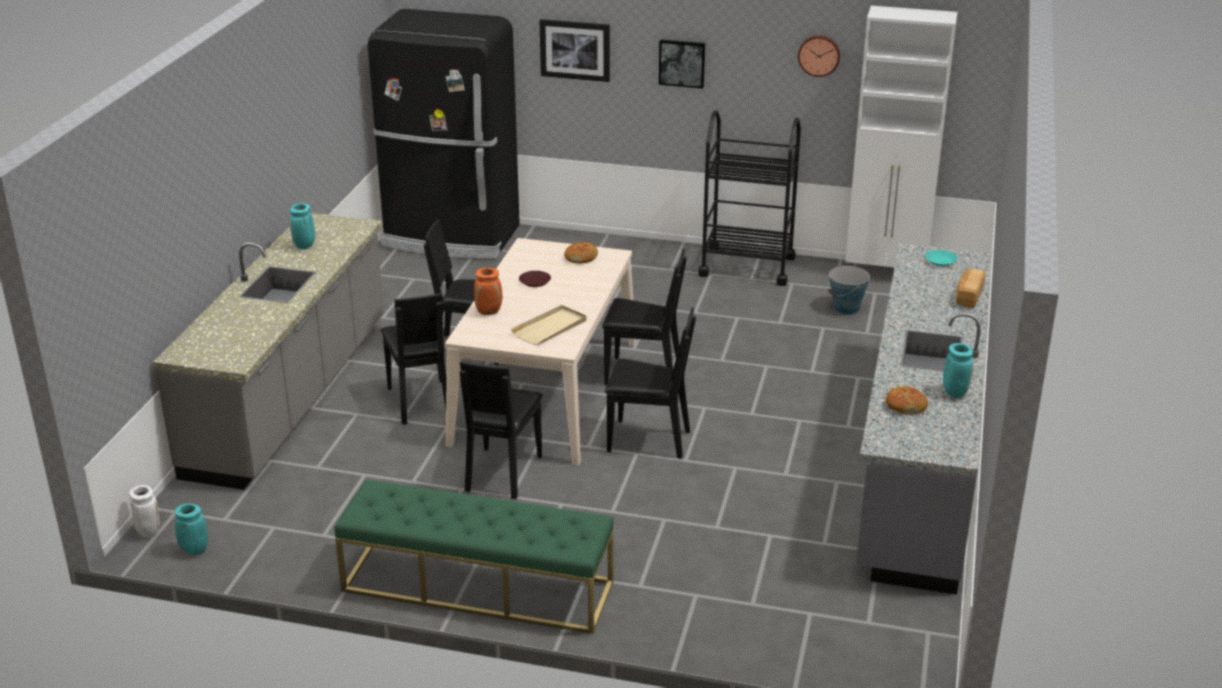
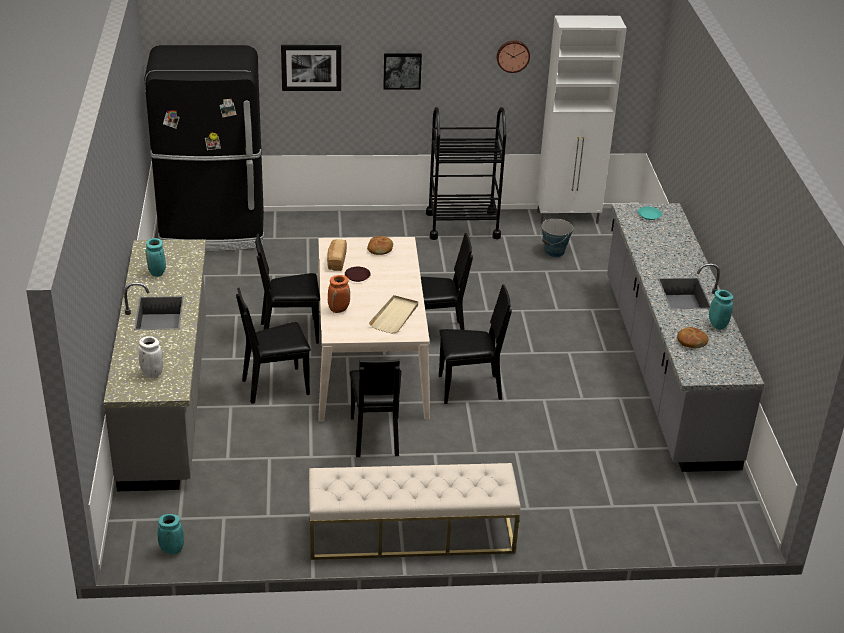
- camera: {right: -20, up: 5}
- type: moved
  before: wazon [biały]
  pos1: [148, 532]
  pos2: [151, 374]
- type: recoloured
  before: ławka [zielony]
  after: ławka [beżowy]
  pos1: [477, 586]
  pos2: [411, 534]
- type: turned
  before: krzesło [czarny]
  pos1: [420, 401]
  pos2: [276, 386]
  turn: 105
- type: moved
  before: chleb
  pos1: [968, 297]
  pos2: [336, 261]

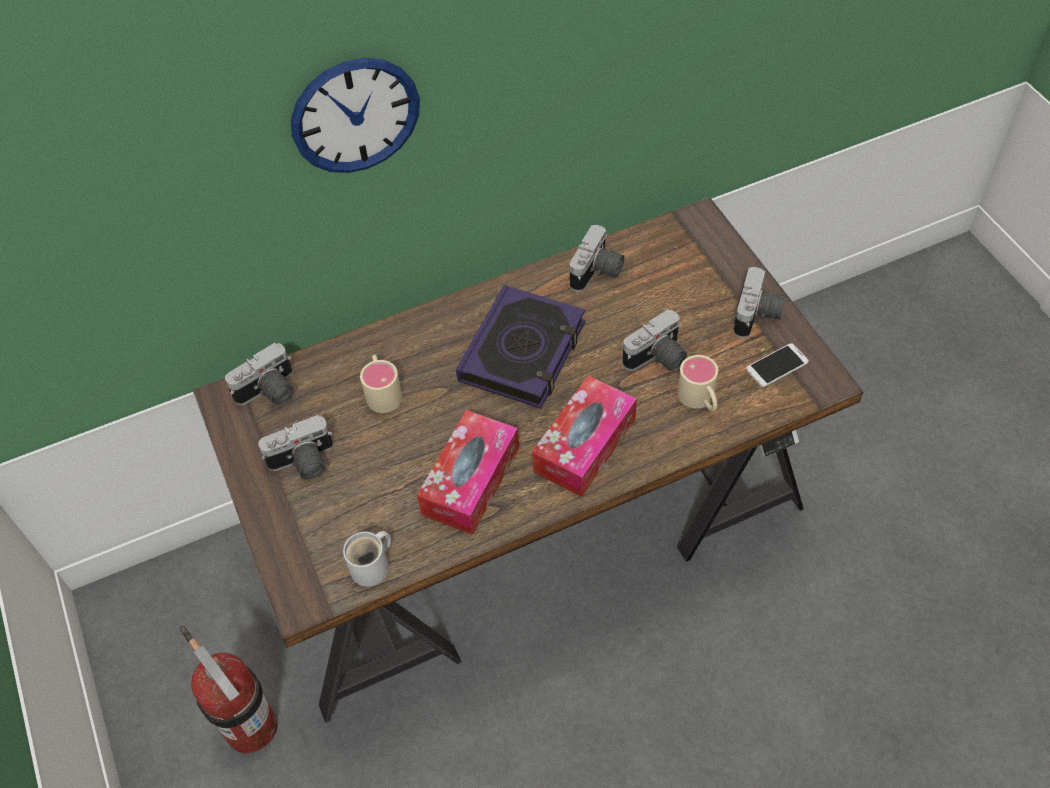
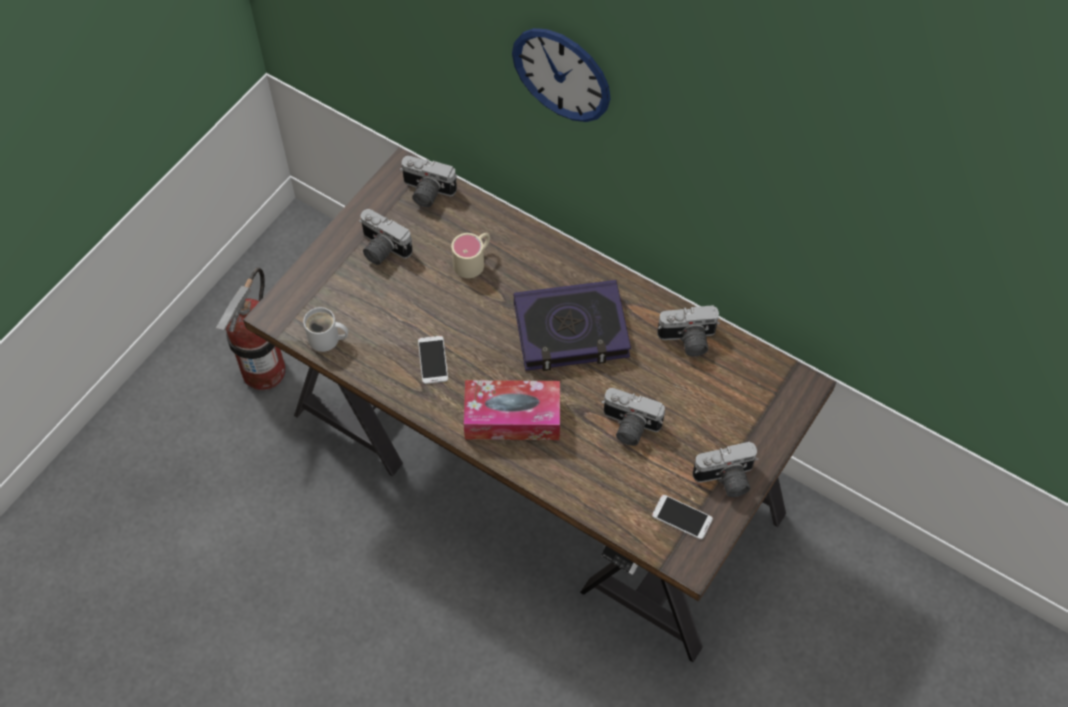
- camera: {right: 55, up: 5}
- type: replaced
  before: pudełko chusteczek
  after: telefon
  pos1: [470, 481]
  pos2: [433, 360]
- type: removed
  before: kubek [beżowy]
  pos1: [700, 400]

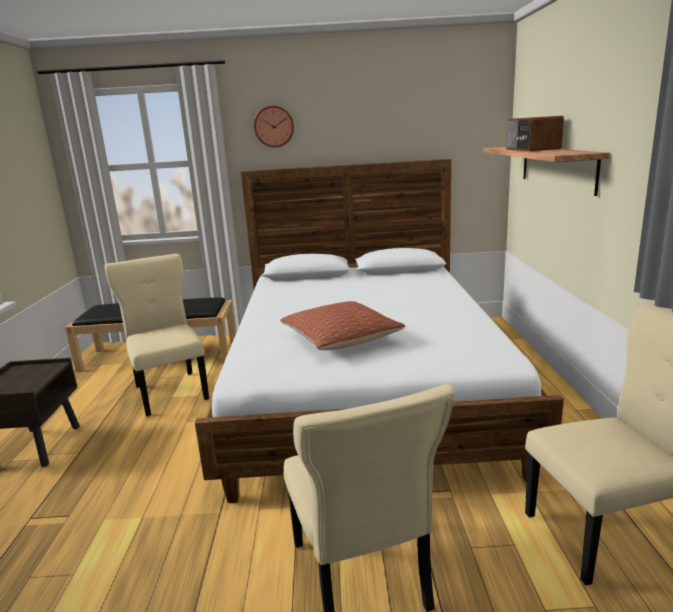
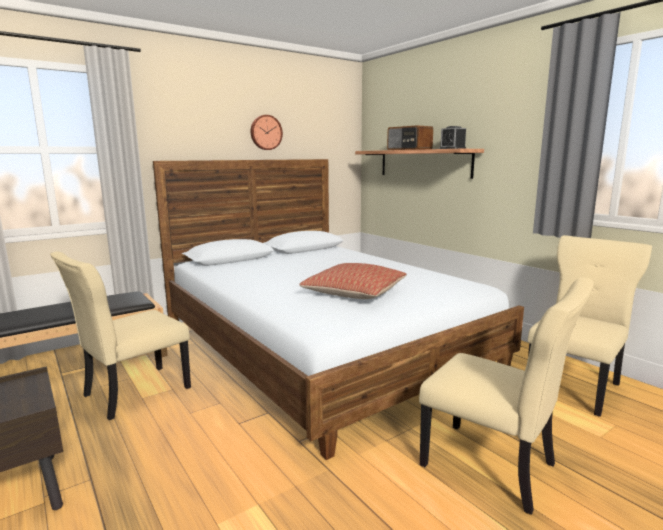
- camera: {right: -35, up: -5}
- type: turned
  before: krzesło [beżowy]
  pos1: [170, 391]
  pos2: [133, 393]
  turn: -75
- type: moved
  before: zegar ścienny
  pos1: [274, 126]
  pos2: [265, 132]
- type: added
  after: budzik
  pos2: [452, 148]

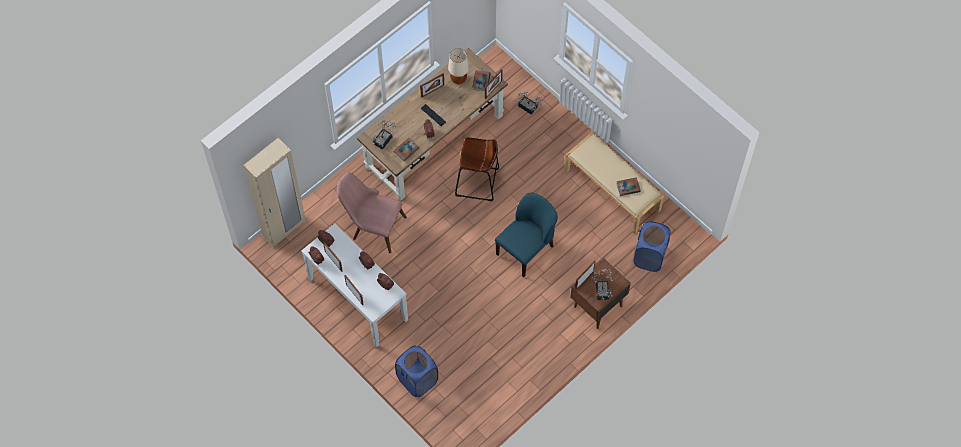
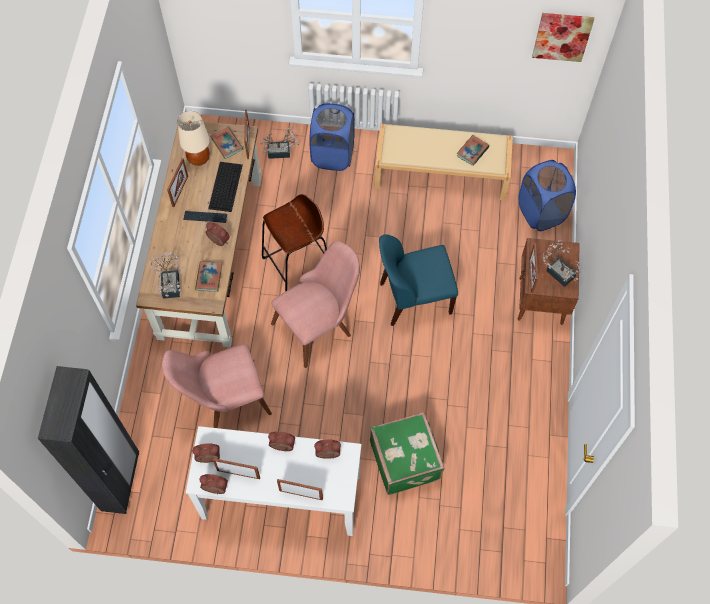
- camera: {right: -40, up: 0}
- type: recoloured
  before: szafa [beżowy]
  after: szafa [czarny]
  pos1: [284, 229]
  pos2: [121, 482]
- type: moved
  before: kosz na pranie [niebieski]
  pos1: [417, 380]
  pos2: [333, 155]
- type: turned
  before: krzesło [niebieski]
  pos1: [525, 249]
  pos2: [413, 298]
  turn: -105
- type: added
  after: klawiatura
  pos2: [225, 186]
- type: added
  after: krzesło [różowy]
  pos2: [319, 324]
- type: added
  after: walizka [zielony]
  pos2: [406, 459]
- type: added
  after: obraz
  pos2: [562, 36]

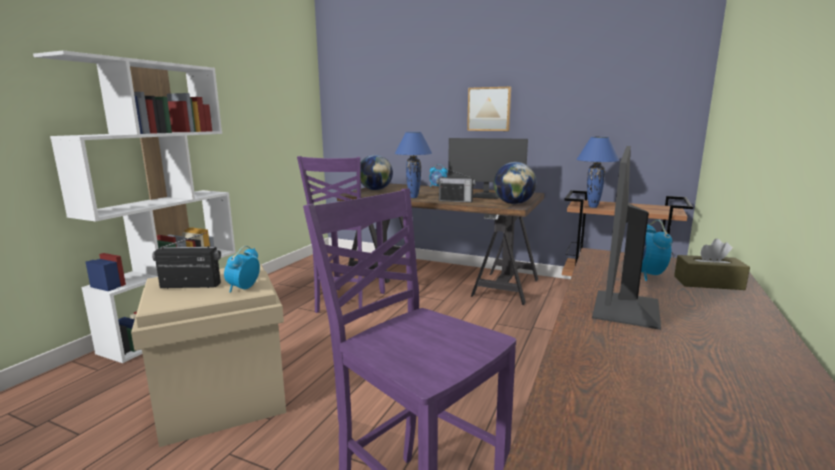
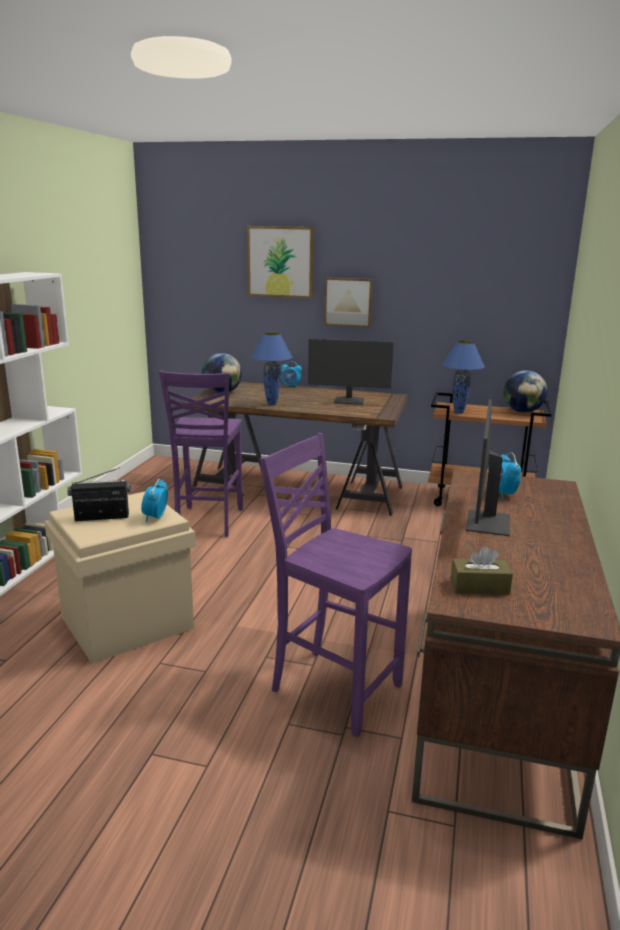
- camera: {right: -10, up: 5}
- type: removed
  before: radio
  pos1: [455, 201]
- type: moved
  before: globus
  pos1: [513, 203]
  pos2: [522, 411]
- type: moved
  before: pudełko chusteczek [brązowy]
  pos1: [708, 283]
  pos2: [479, 586]
- type: added
  after: obraz
  pos2: [280, 262]

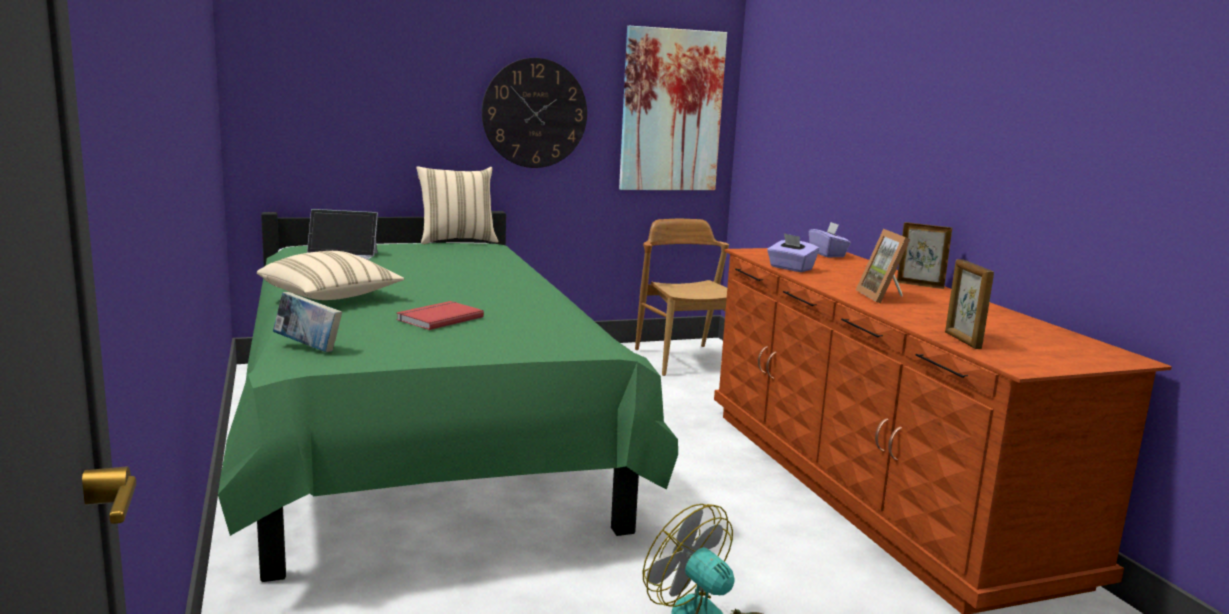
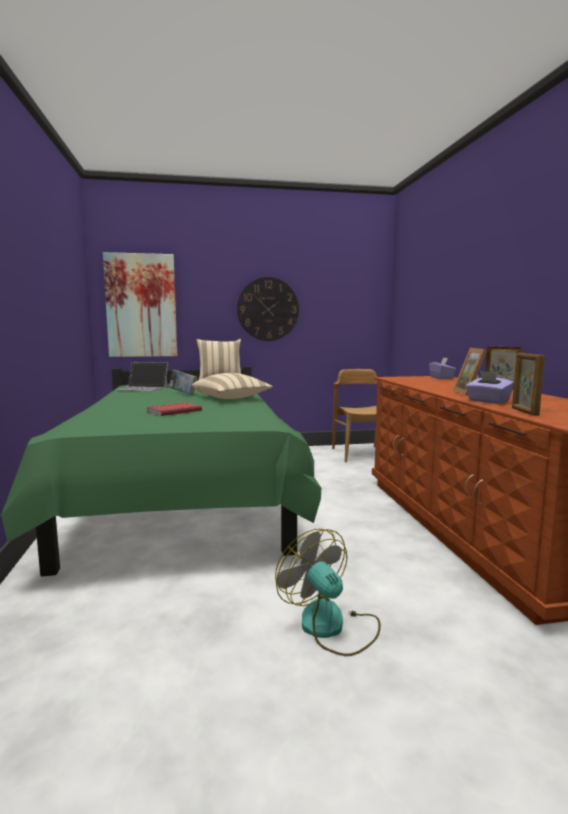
- camera: {right: 10, up: -5}
- type: moved
  before: poduszka [beżowy]
  pos1: [330, 297]
  pos2: [231, 398]
- type: moved
  before: książka
  pos1: [308, 347]
  pos2: [183, 394]
- type: moved
  before: obraz
  pos1: [671, 111]
  pos2: [141, 306]
- type: moved
  before: pudełko chusteczek [fioletowy]
  pos1: [790, 268]
  pos2: [488, 401]

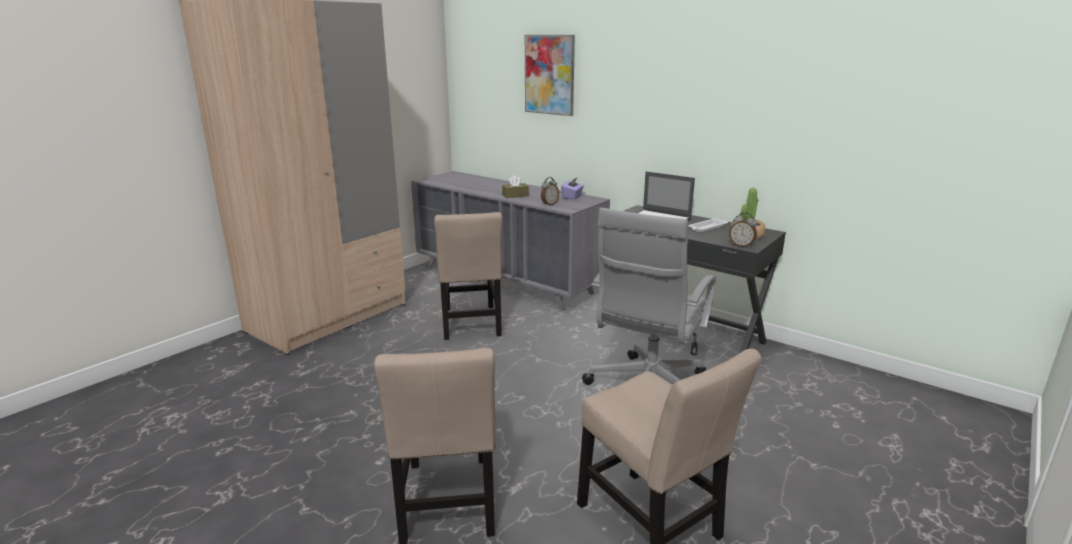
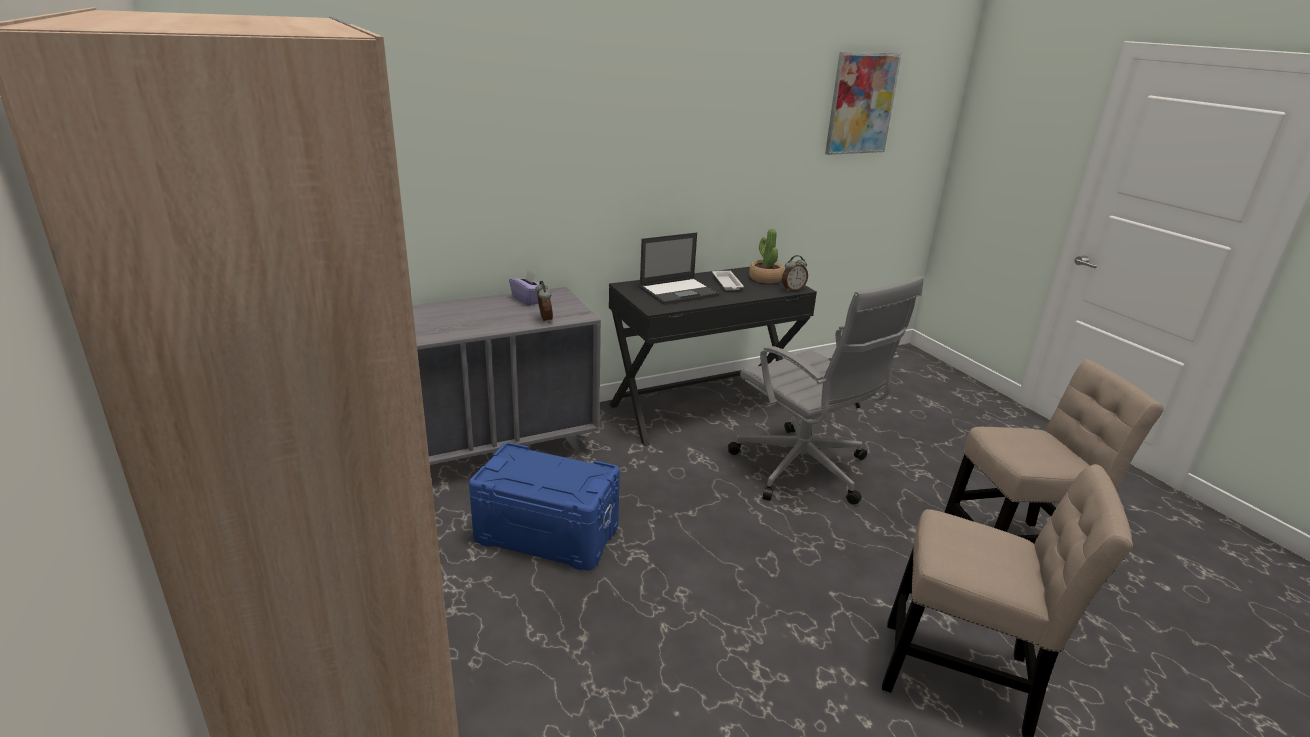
- camera: {right: -65, up: 5}
- type: replaced
  before: krzesło [beżowy]
  after: pojemnik do przechowywania [niebieski]
  pos1: [471, 324]
  pos2: [546, 534]
- type: removed
  before: pudełko chusteczek [brązowy]
  pos1: [515, 195]
- type: moved
  before: obraz
  pos1: [549, 75]
  pos2: [861, 104]

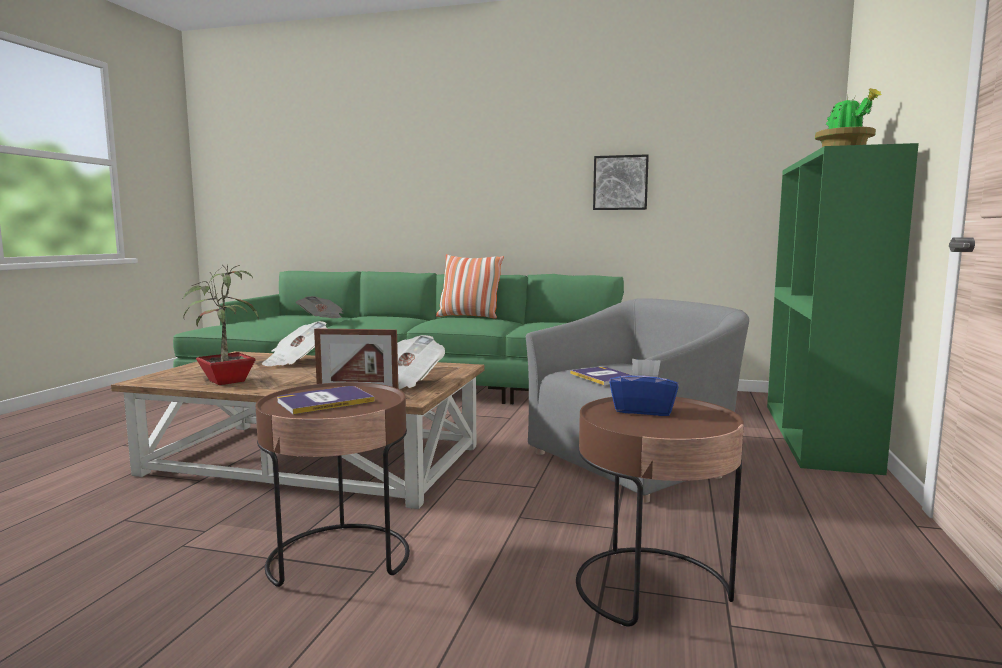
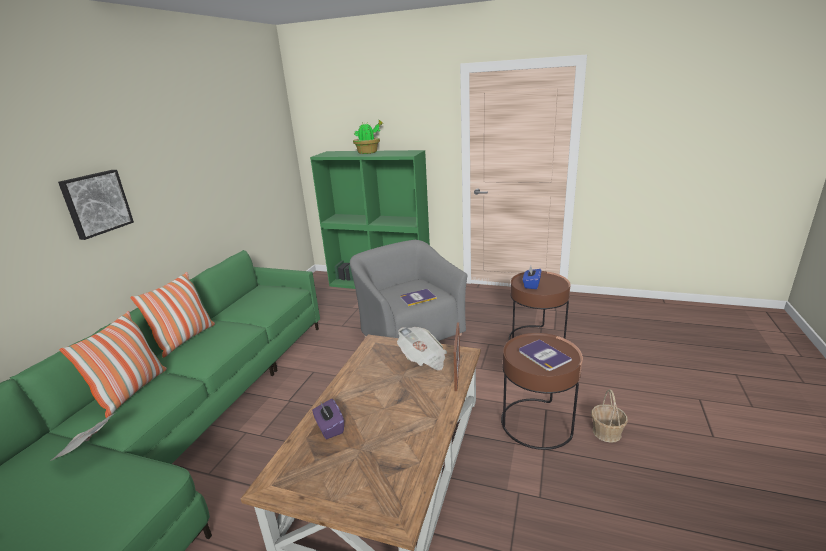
- camera: {right: -85, up: 15}
- type: removed
  before: roślina doniczkowa
  pos1: [224, 382]
- type: replaced
  before: gazeta
  after: pudełko chusteczek [fioletowy]
  pos1: [296, 361]
  pos2: [329, 428]
- type: moved
  before: obraz
  pos1: [620, 183]
  pos2: [96, 203]
- type: added
  after: poduszka
  pos2: [131, 391]
- type: added
  after: koszyk
  pos2: [606, 432]

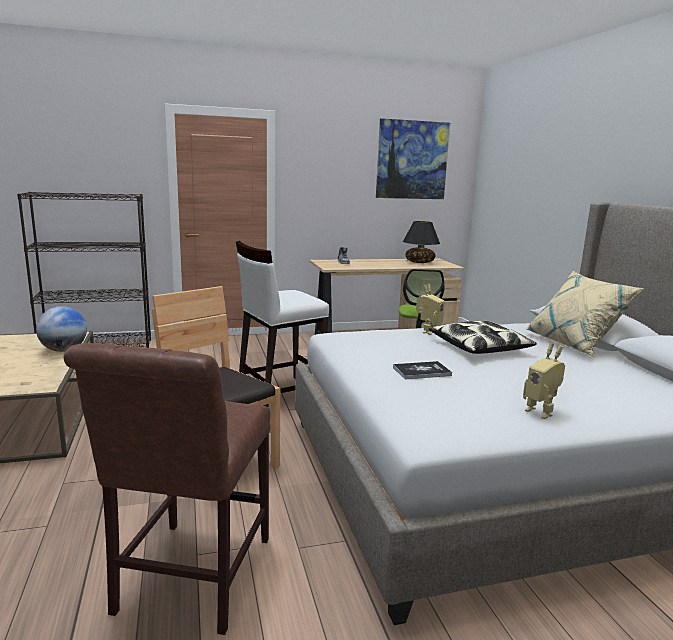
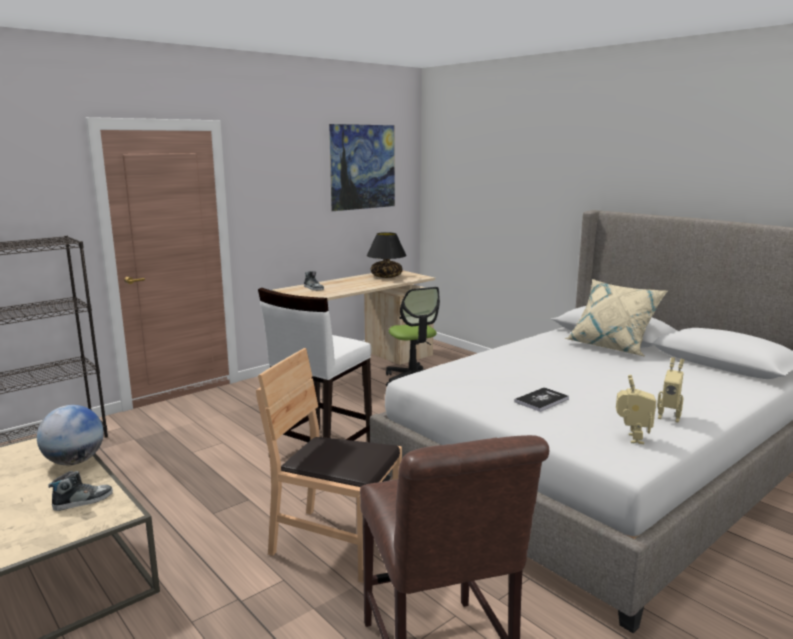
- camera: {right: -25, up: 0}
- type: moved
  before: robot zabawkowy
  pos1: [427, 331]
  pos2: [631, 438]
- type: removed
  before: poduszka
  pos1: [479, 347]
- type: added
  after: but
  pos2: [83, 501]

